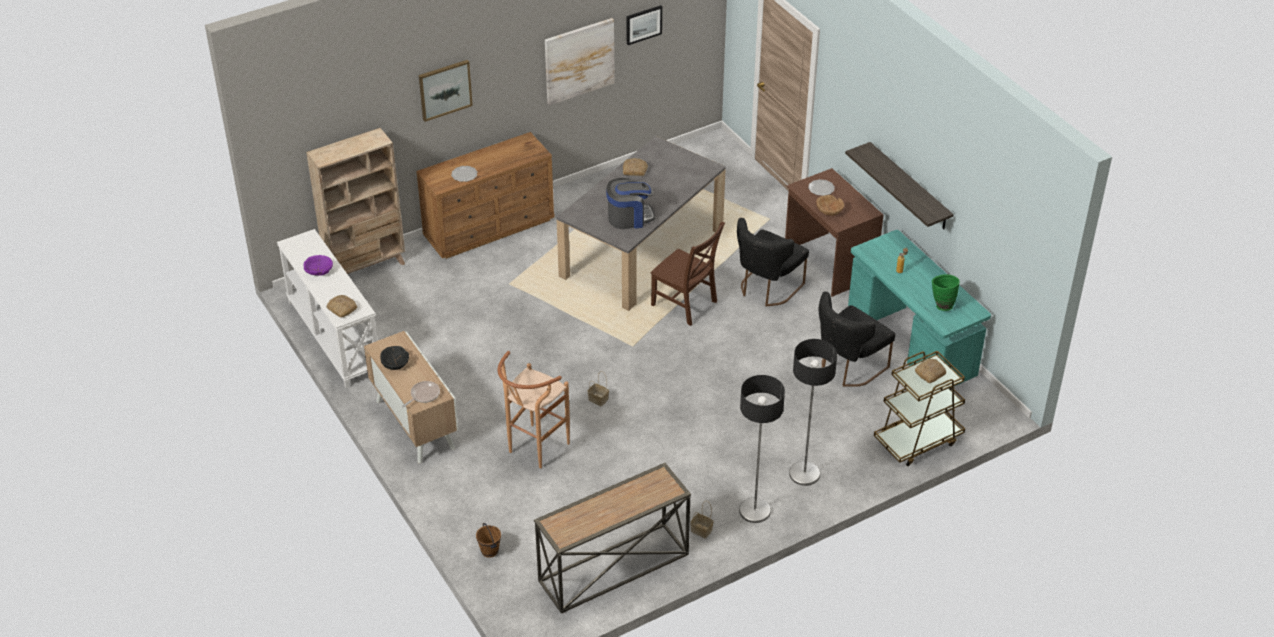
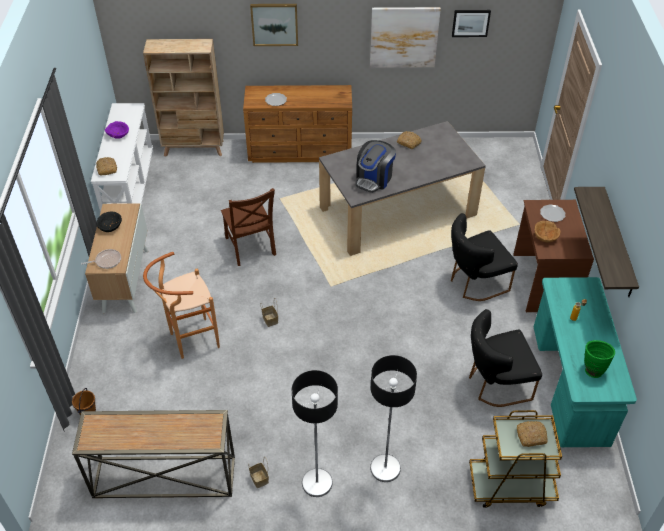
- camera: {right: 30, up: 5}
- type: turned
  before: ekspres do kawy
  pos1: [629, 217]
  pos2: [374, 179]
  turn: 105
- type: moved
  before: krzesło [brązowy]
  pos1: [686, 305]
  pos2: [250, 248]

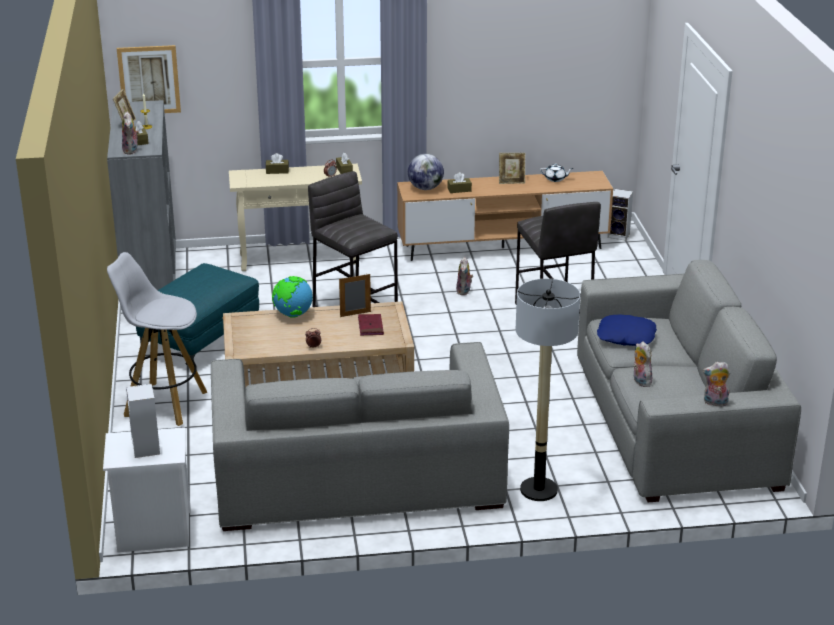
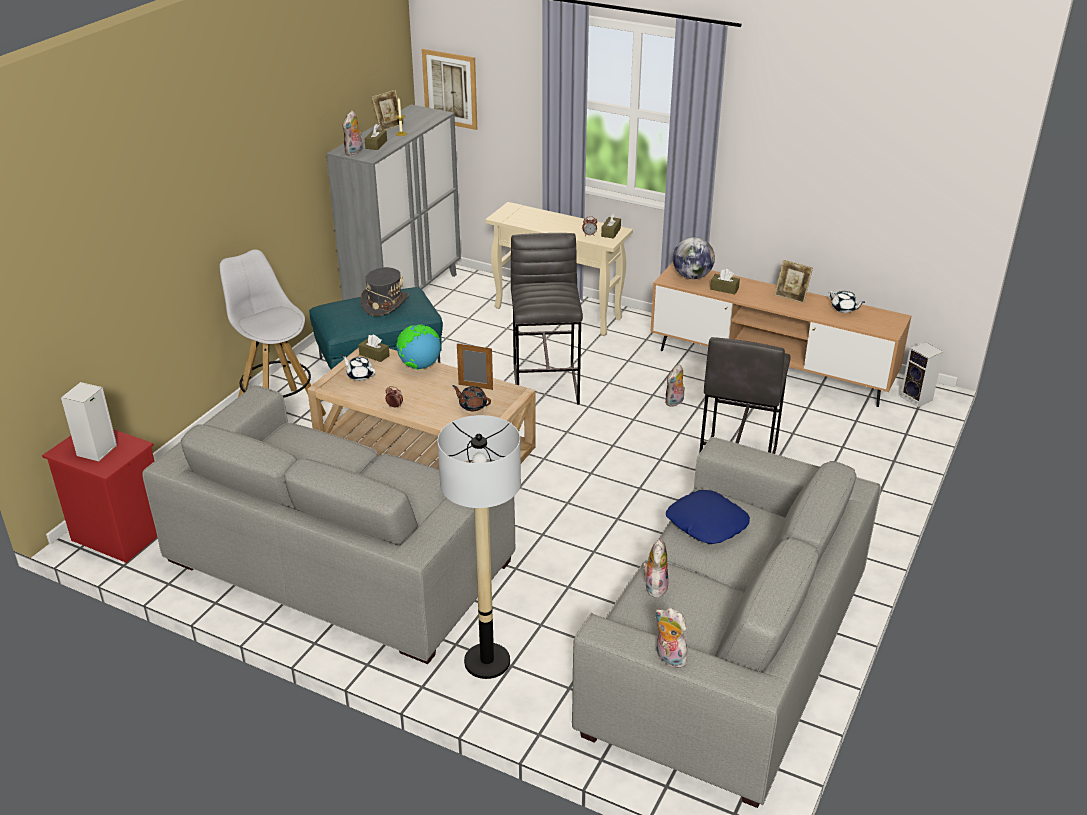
- camera: {right: 35, up: 5}
- type: recoloured
  before: szafka nocna [biały]
  after: szafka nocna [czerwony]
  pos1: [152, 532]
  pos2: [118, 534]
- type: moved
  before: pudełko chusteczek [brązowy]
  pos1: [277, 171]
  pos2: [374, 355]
- type: replaced
  before: książka [czerwony]
  after: imbryk [brązowy]
  pos1: [370, 326]
  pos2: [472, 405]
- type: added
  after: imbryk [biały]
  pos2: [360, 375]
- type: added
  after: kapelusz [szary]
  pos2: [385, 303]

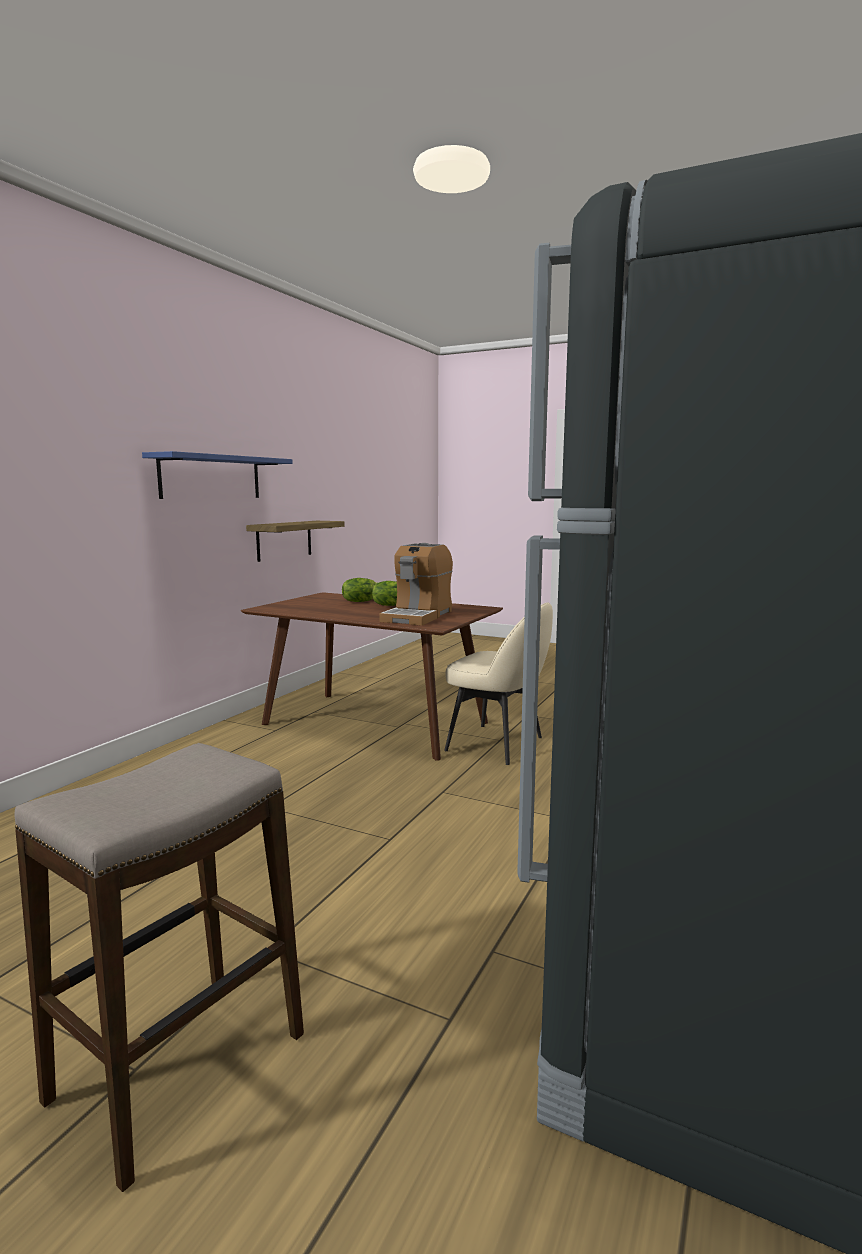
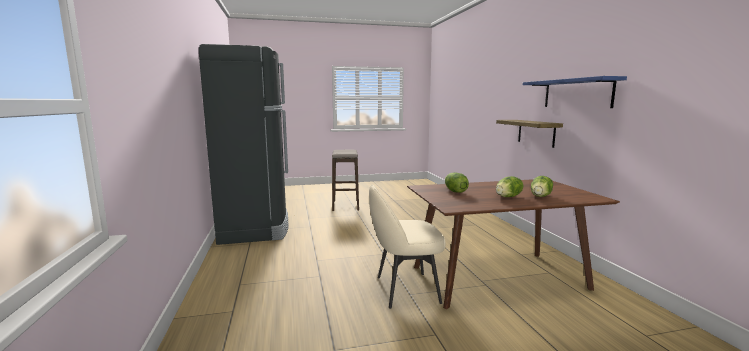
- camera: {right: 140, up: 0}
- type: moved
  before: półka
  pos1: [284, 540]
  pos2: [536, 133]
- type: replaced
  before: ekspres do kawy
  after: sałata
  pos1: [418, 616]
  pos2: [455, 191]

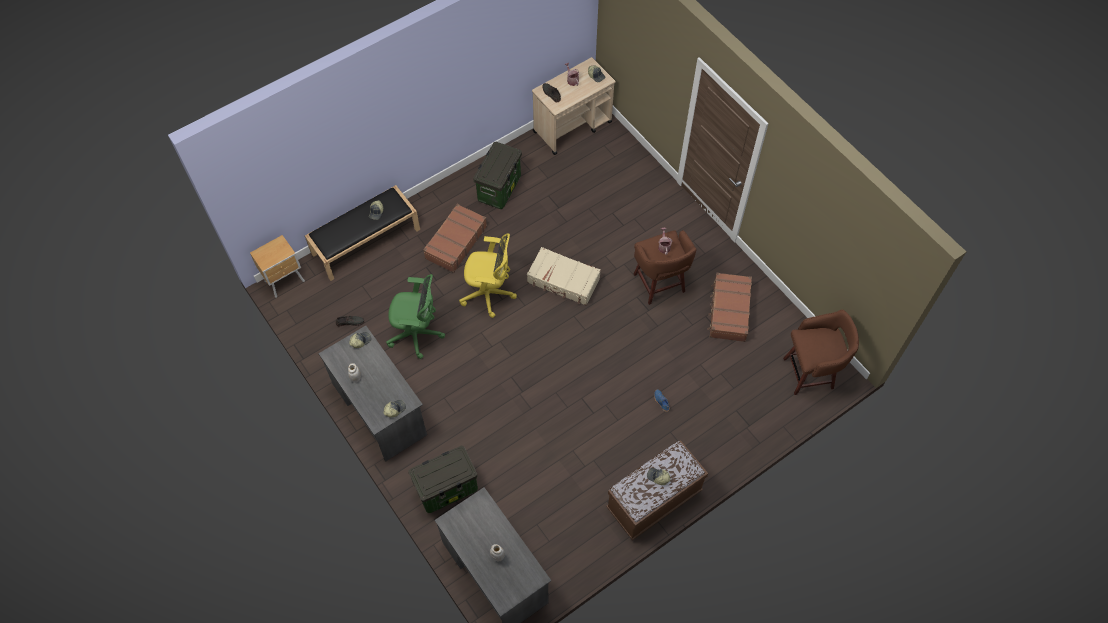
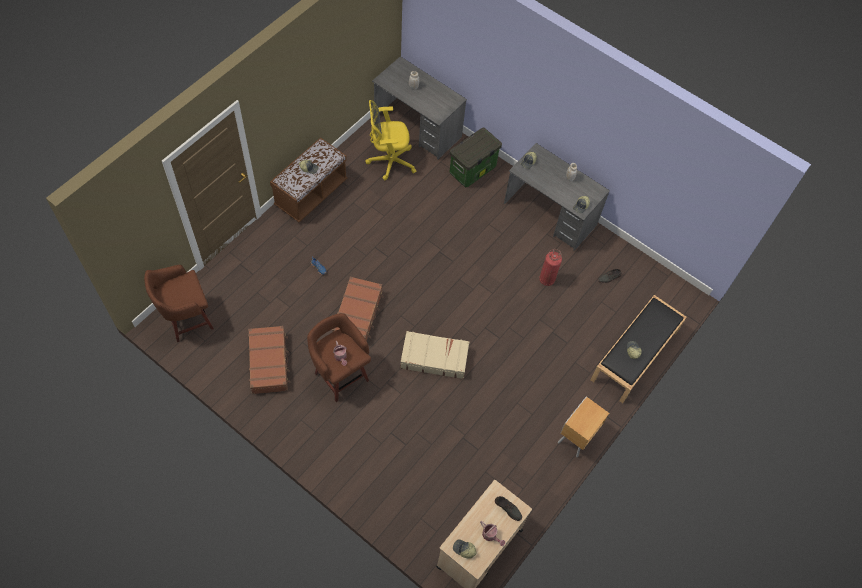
- camera: {right: 160, up: 0}
- type: moved
  before: szafka nocna [brązowy]
  pos1: [285, 281]
  pos2: [575, 438]
- type: replaced
  before: krzesło biurowe [zielony]
  after: gaśnica
  pos1: [417, 334]
  pos2: [547, 279]
- type: moved
  before: walizka [brązowy]
  pos1: [455, 242]
  pos2: [358, 314]
- type: moved
  before: krzesło biurowe [żółty]
  pos1: [489, 294]
  pos2: [389, 161]
- type: removed
  before: pojemnik do przechowywania
  pos1: [499, 188]

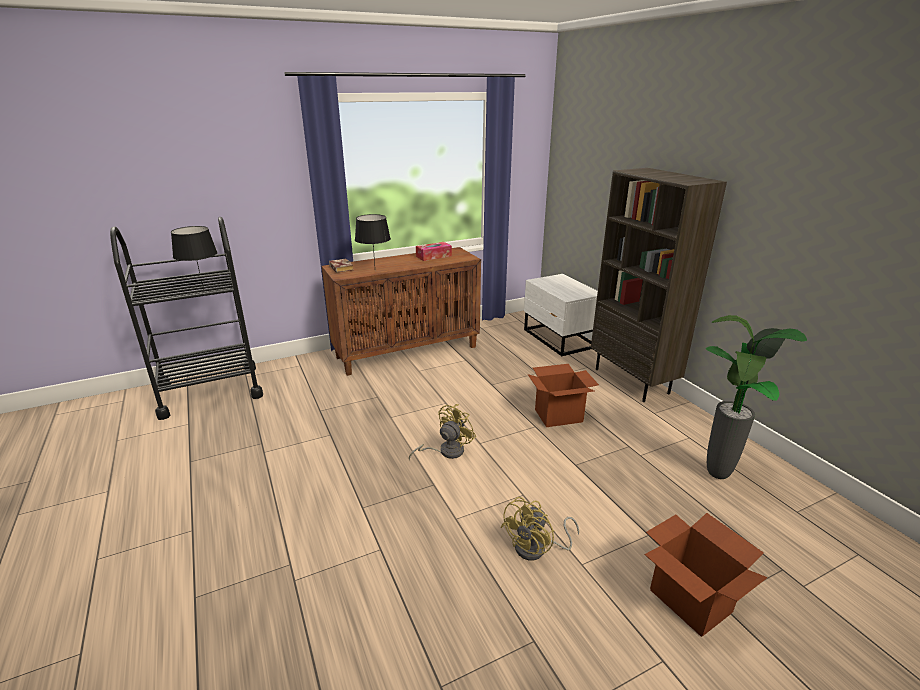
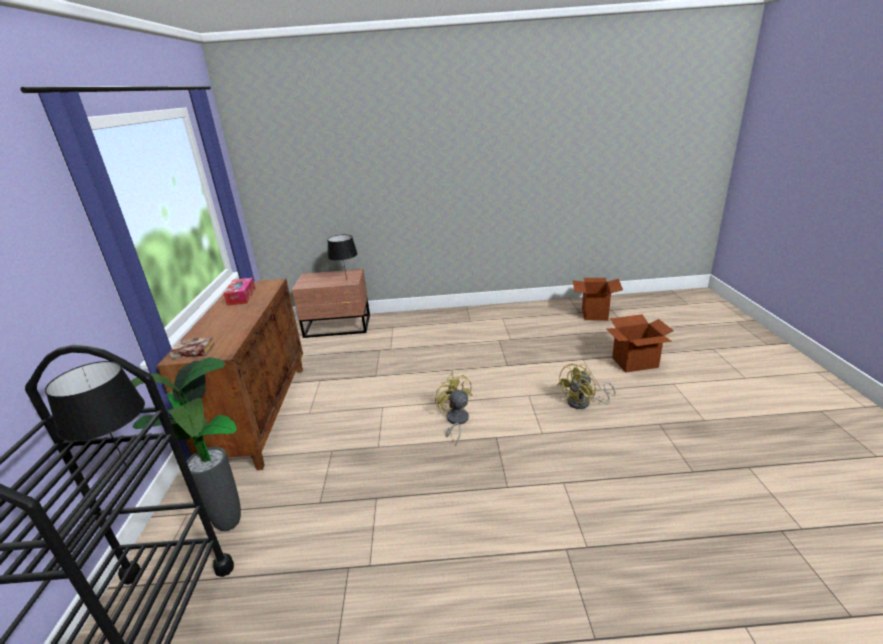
- camera: {right: -65, up: 0}
- type: moved
  before: lampa stołowa [czarny]
  pos1: [374, 270]
  pos2: [346, 280]
- type: turned
  before: wentylator [żółty]
  pos1: [537, 549]
  pos2: [583, 403]
  turn: 75
- type: recoloured
  before: szafka nocna [biały]
  after: szafka nocna [brązowy]
  pos1: [559, 339]
  pos2: [338, 326]
- type: moved
  before: karton
  pos1: [558, 416]
  pos2: [594, 314]
- type: removed
  before: regał [brązowy]
  pos1: [632, 381]
- type: moved
  before: roślina doniczkowa
  pos1: [718, 476]
  pos2: [231, 525]

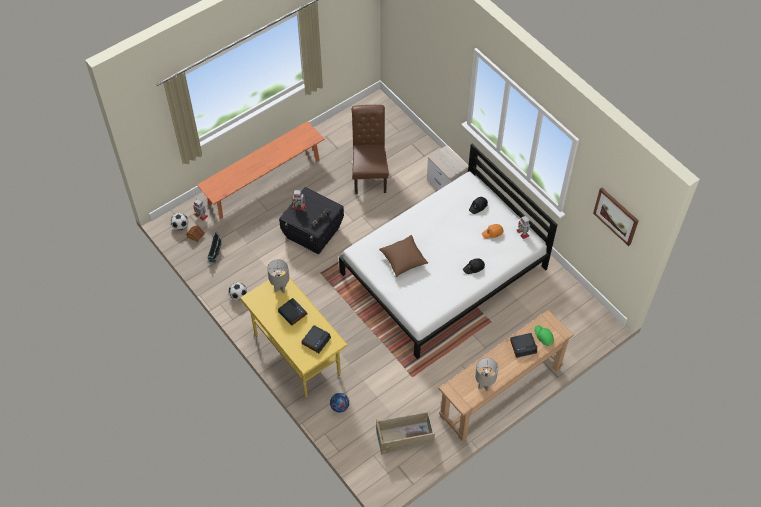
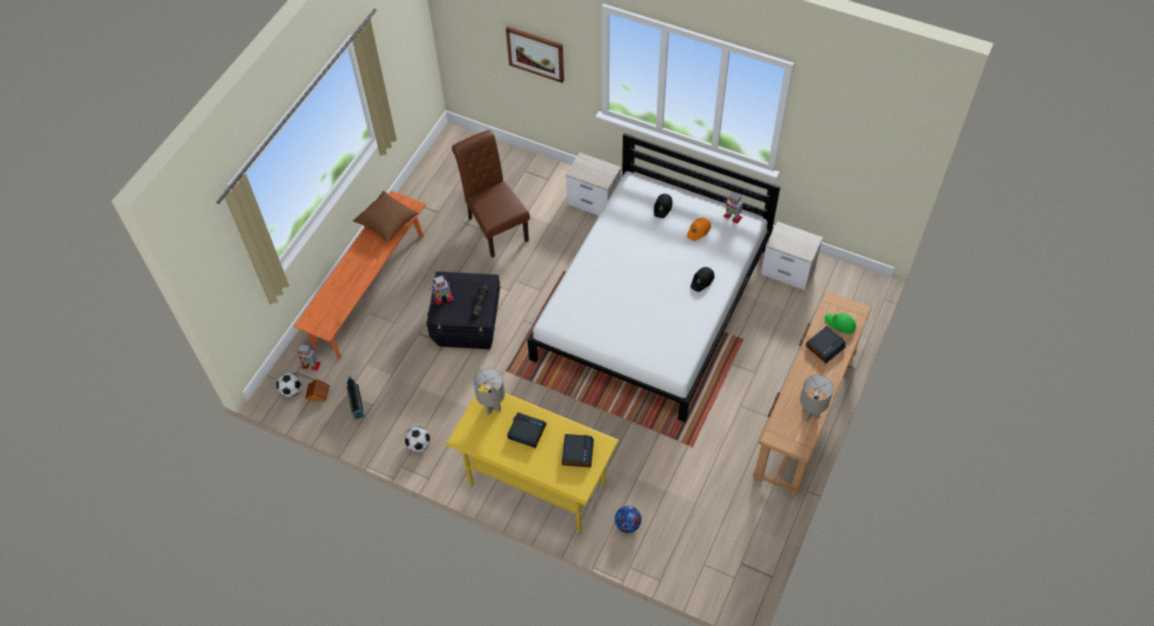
- camera: {right: -25, up: 0}
- type: removed
  before: pojemnik do przechowywania [beżowy]
  pos1: [405, 437]
- type: moved
  before: poduszka [brązowy]
  pos1: [403, 260]
  pos2: [387, 223]
- type: moved
  before: obraz
  pos1: [616, 216]
  pos2: [536, 53]
- type: added
  after: szafka nocna
  pos2: [788, 271]

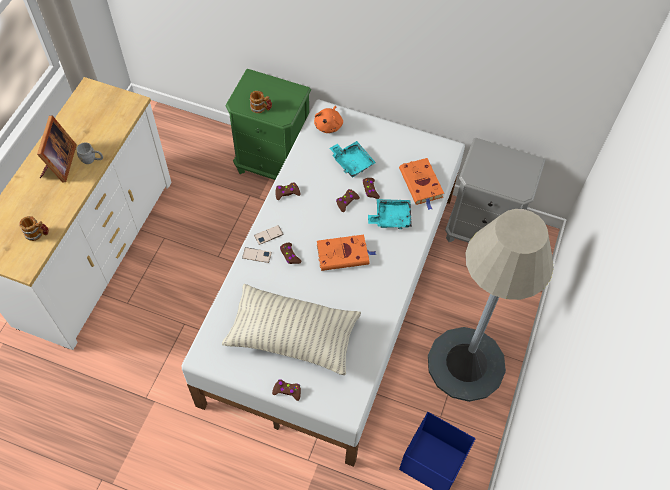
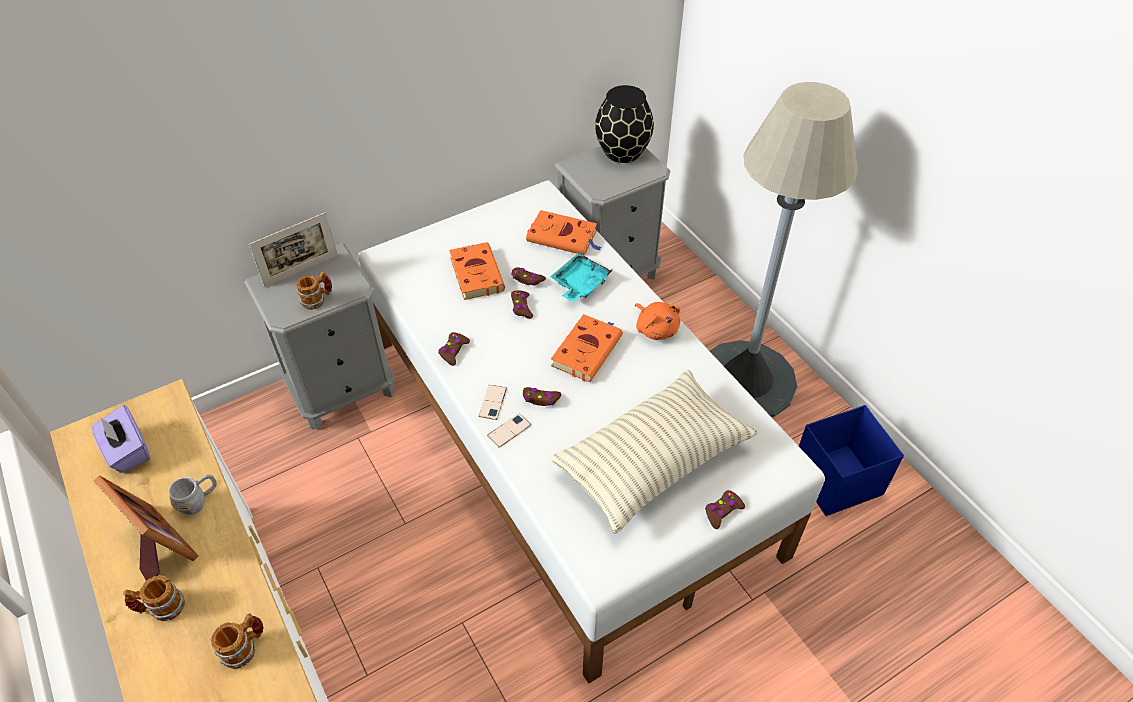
- camera: {right: -50, up: -10}
- type: recoloured
  before: szafka nocna [zielony]
  after: szafka nocna [szary]
  pos1: [273, 164]
  pos2: [342, 389]
- type: moved
  before: pluszak [pomarańczowy]
  pos1: [329, 125]
  pos2: [656, 328]
- type: replaced
  before: taca [turkusowy]
  after: książka [pomarańczowy]
  pos1: [352, 162]
  pos2: [476, 273]
- type: added
  after: pudełko chusteczek [fioletowy]
  pos2: [128, 451]
- type: added
  after: kubek
  pos2: [160, 608]
- type: added
  after: ramka na zdjęcie
  pos2: [301, 270]
- type: added
  after: wazon [czarny]
  pos2: [623, 151]

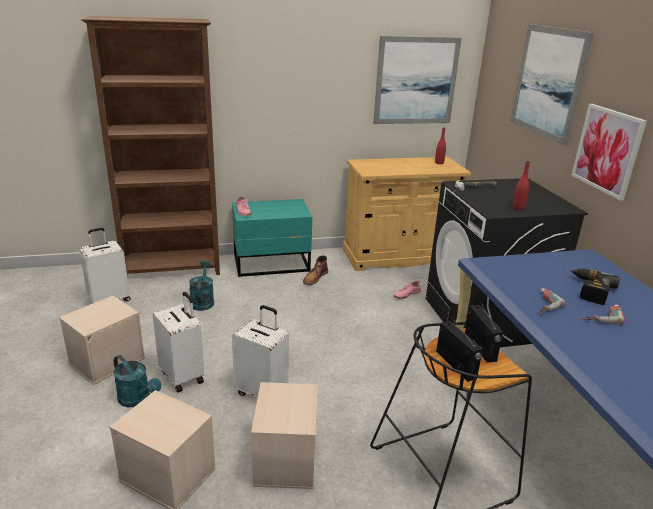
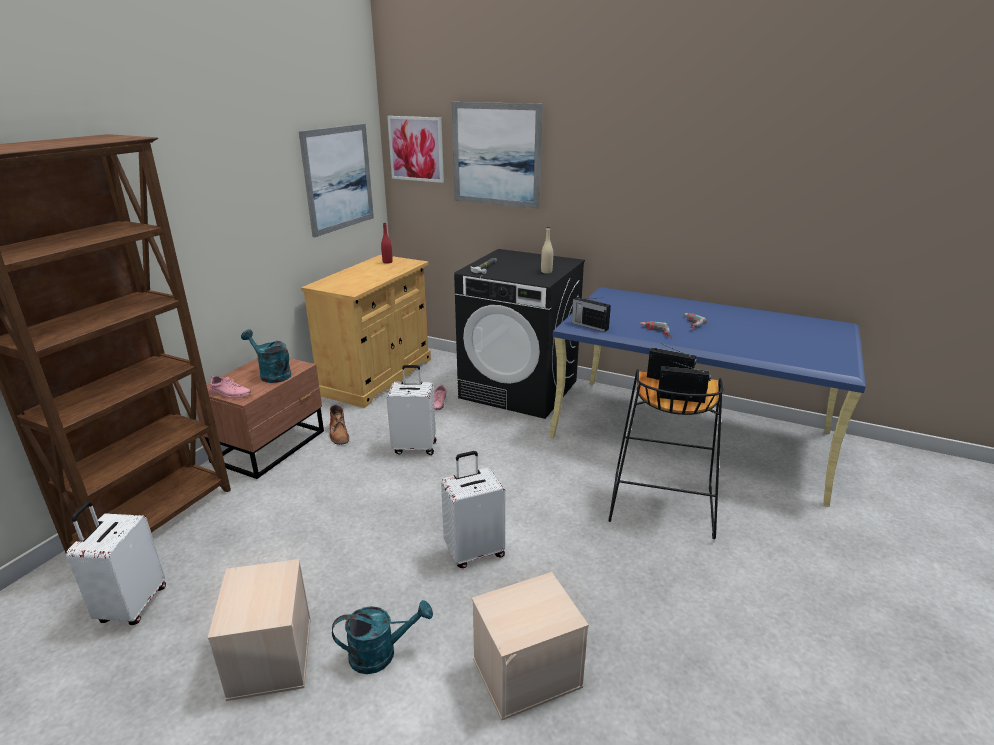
- camera: {right: -50, up: 0}
- type: moved
  before: walizka [biały]
  pos1: [183, 376]
  pos2: [415, 447]
- type: moved
  before: konewka [turkusowy]
  pos1: [202, 301]
  pos2: [271, 374]
- type: recoloured
  before: szafka nocna [turkusowy]
  after: szafka nocna [brązowy]
  pos1: [272, 264]
  pos2: [272, 446]
- type: removed
  before: pojemnik do przechowywania [beżowy]
  pos1: [286, 460]
- type: recoloured
  before: butelka [czerwony]
  after: butelka [beżowy]
  pos1: [518, 208]
  pos2: [546, 272]
- type: removed
  before: wiertarka
  pos1: [589, 290]
- type: moved
  before: obraz
  pos1: [607, 150]
  pos2: [416, 149]
- type: added
  after: radio
  pos2: [589, 326]

